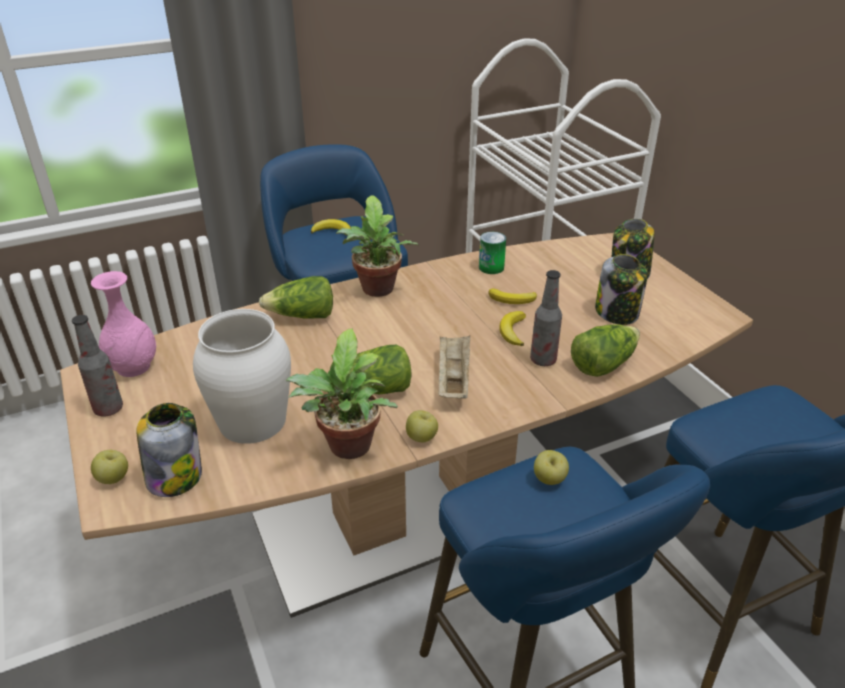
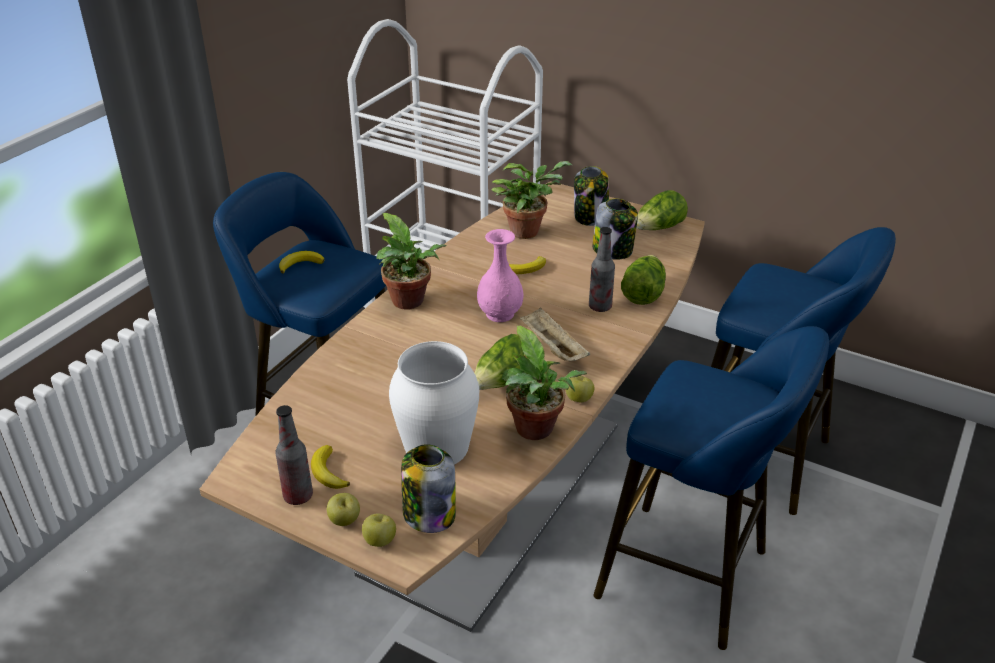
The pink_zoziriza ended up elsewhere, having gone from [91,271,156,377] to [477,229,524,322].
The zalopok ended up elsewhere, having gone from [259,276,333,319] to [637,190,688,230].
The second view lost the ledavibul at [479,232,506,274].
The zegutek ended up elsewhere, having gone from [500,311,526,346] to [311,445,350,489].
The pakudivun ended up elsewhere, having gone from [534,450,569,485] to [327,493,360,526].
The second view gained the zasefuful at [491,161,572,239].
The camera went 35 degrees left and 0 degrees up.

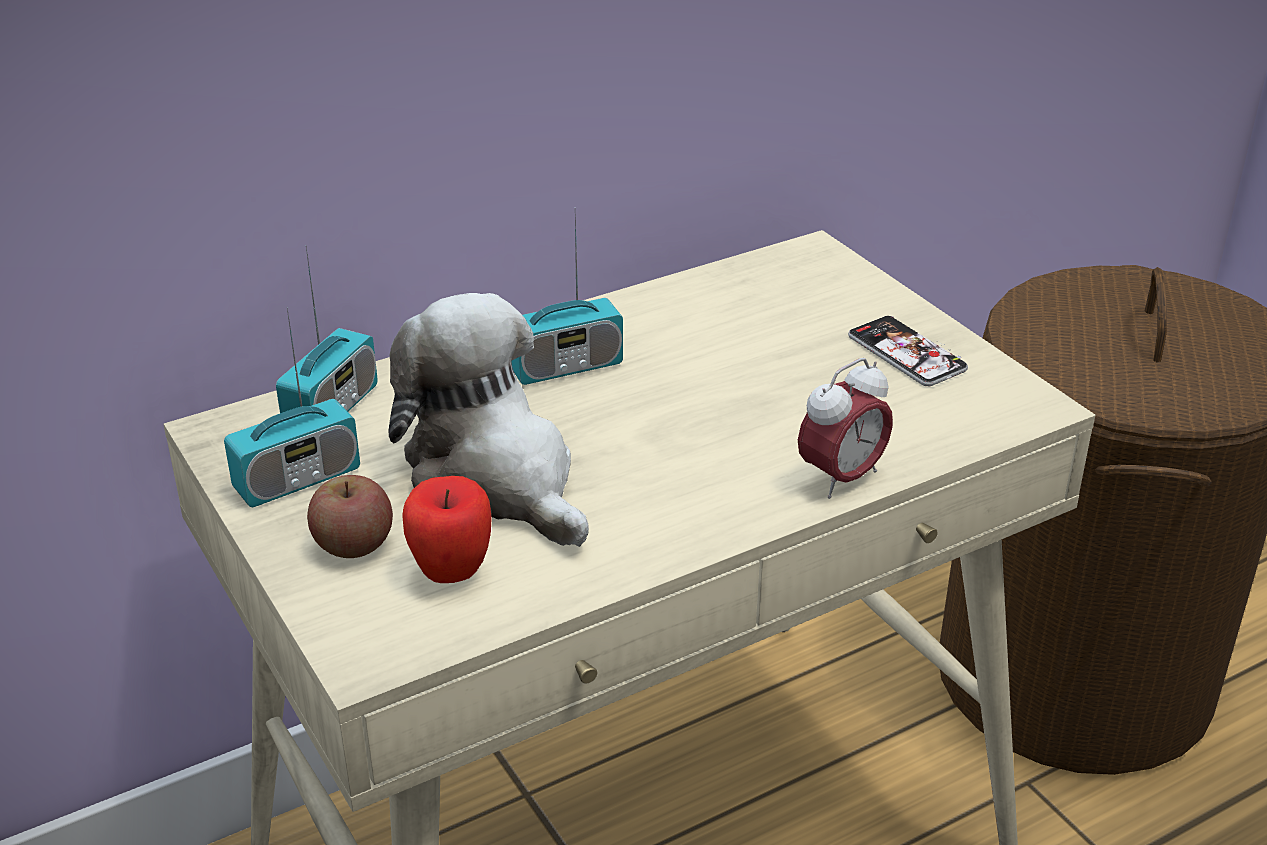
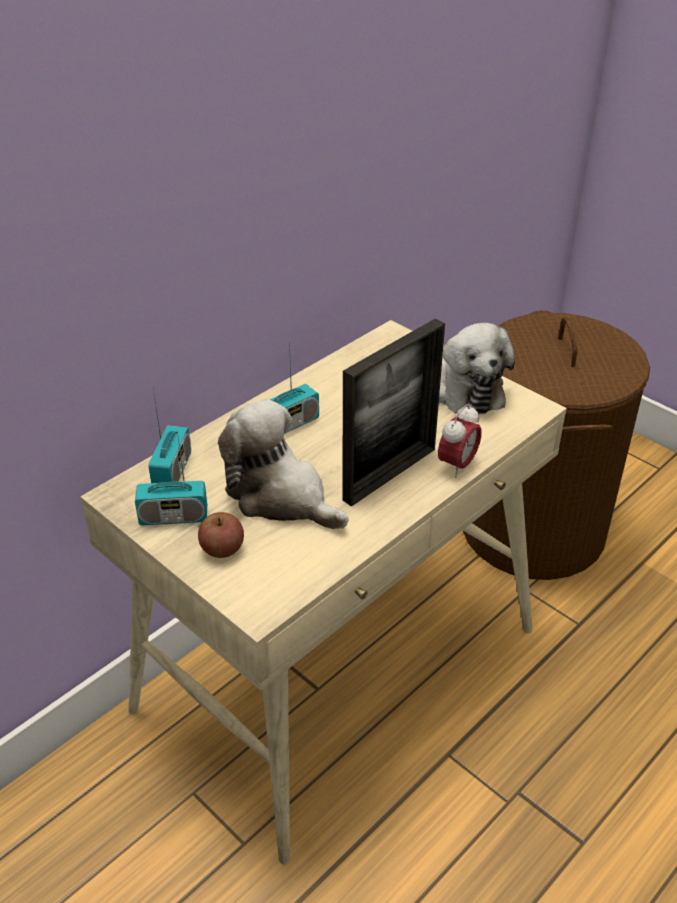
The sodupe at [224,307,360,507] ended up facing another way, 45 degrees clockwise from before.
The second view lost the pakudivun at [402,476,492,583].
Where the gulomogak stood at [848,316,968,386], the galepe came to stand at [439,323,515,414].
The second view gained the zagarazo at [342,318,445,506].
The camera went 15 degrees left and 5 degrees up.

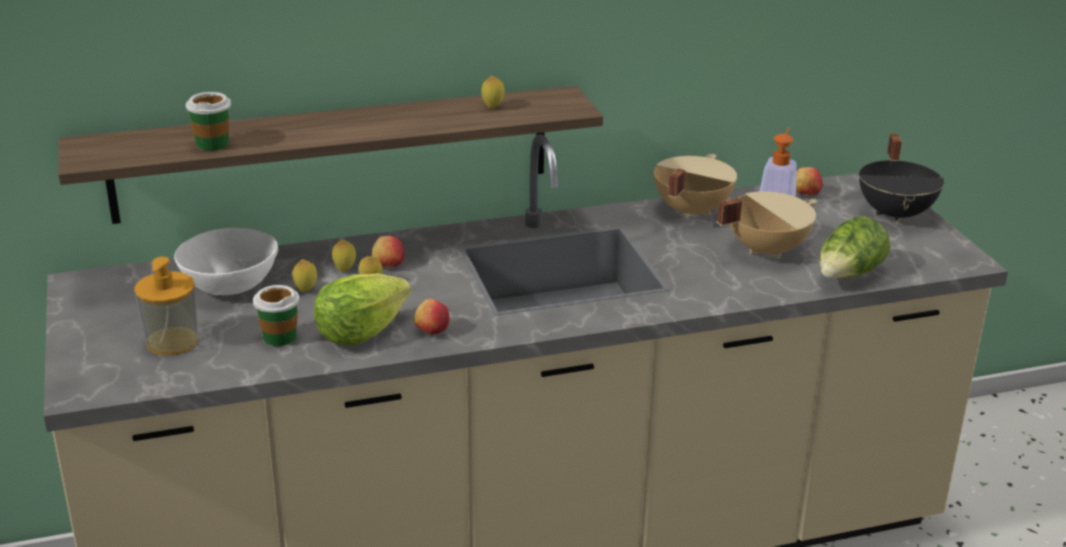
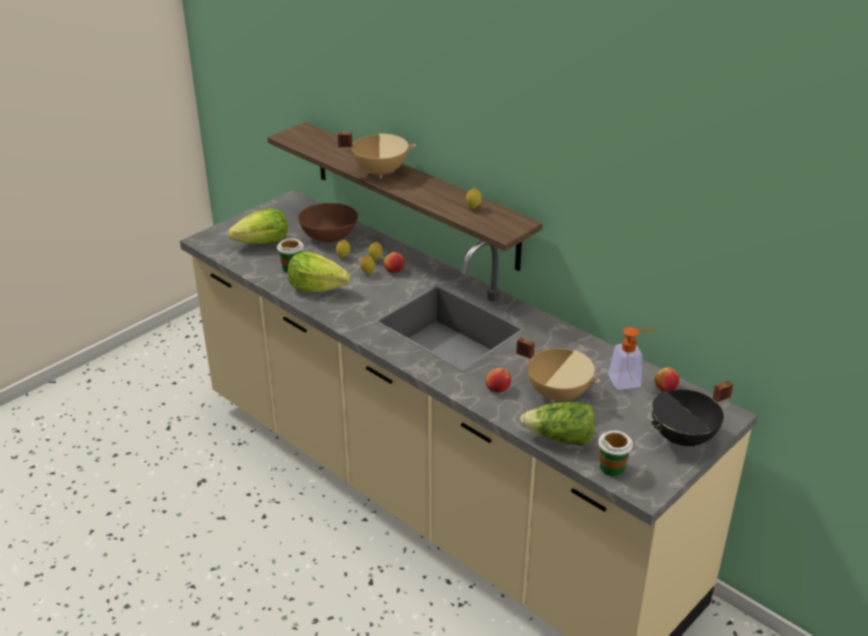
Where the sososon stood at [134,257,198,355], the zalopok came to stand at [228,208,288,244].
What was the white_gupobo at [174,228,278,295] turned into the brown_gupobo at [298,203,358,242].
The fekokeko ended up elsewhere, having gone from [186,92,231,151] to [598,431,633,476].
The pakudivun ended up elsewhere, having gone from [414,299,449,334] to [486,368,511,392].
The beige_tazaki ended up elsewhere, having gone from [654,154,737,219] to [338,132,416,178].
The camera went 60 degrees right and 5 degrees up.

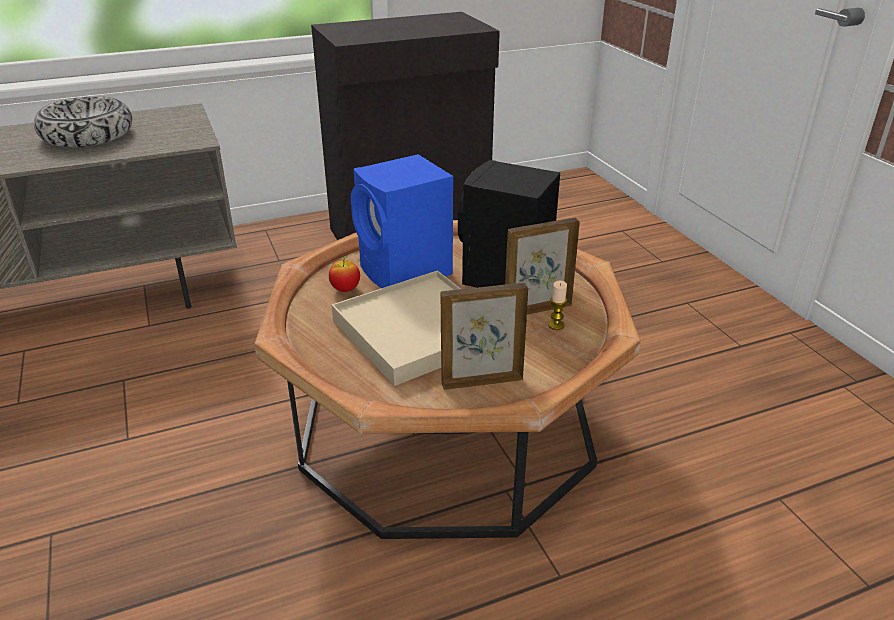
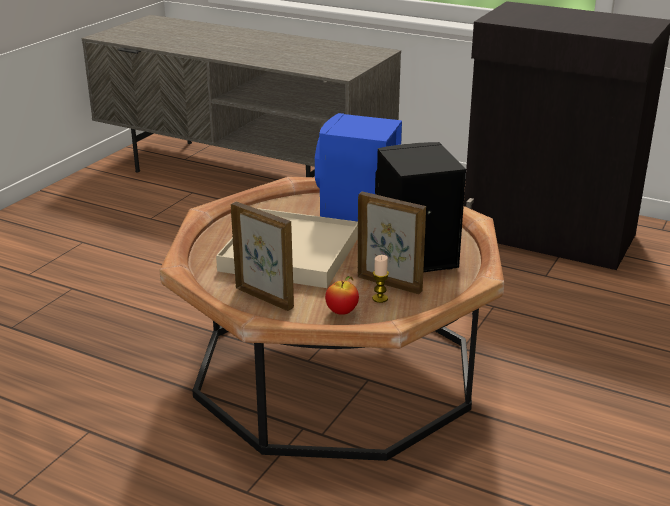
The second view lost the gupobo at [34,96,132,147].
The pakudivun ended up elsewhere, having gone from [329,255,360,292] to [325,276,359,315].
The camera went 50 degrees right and 5 degrees down.

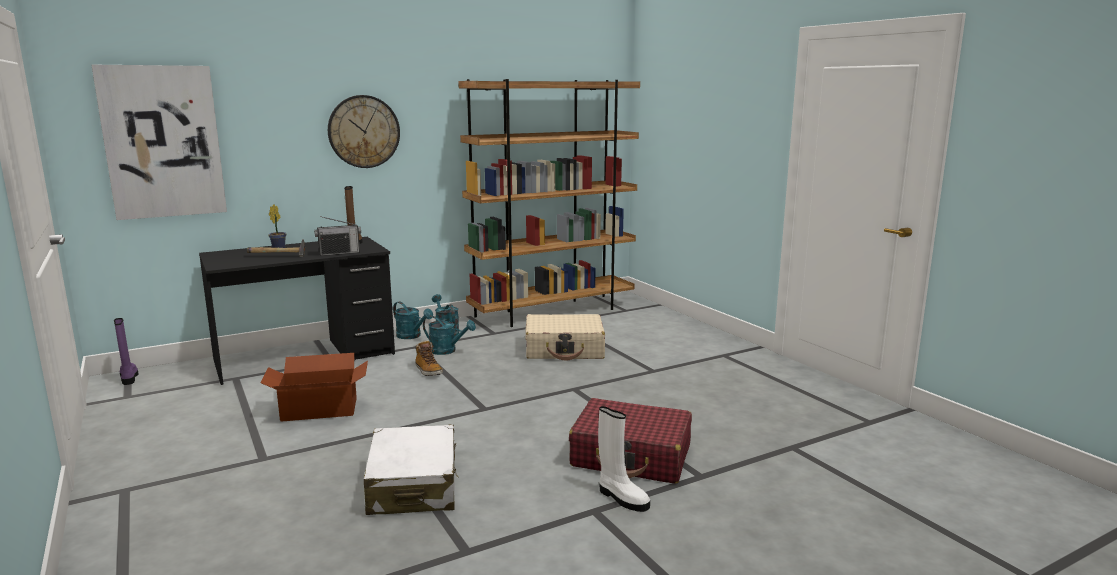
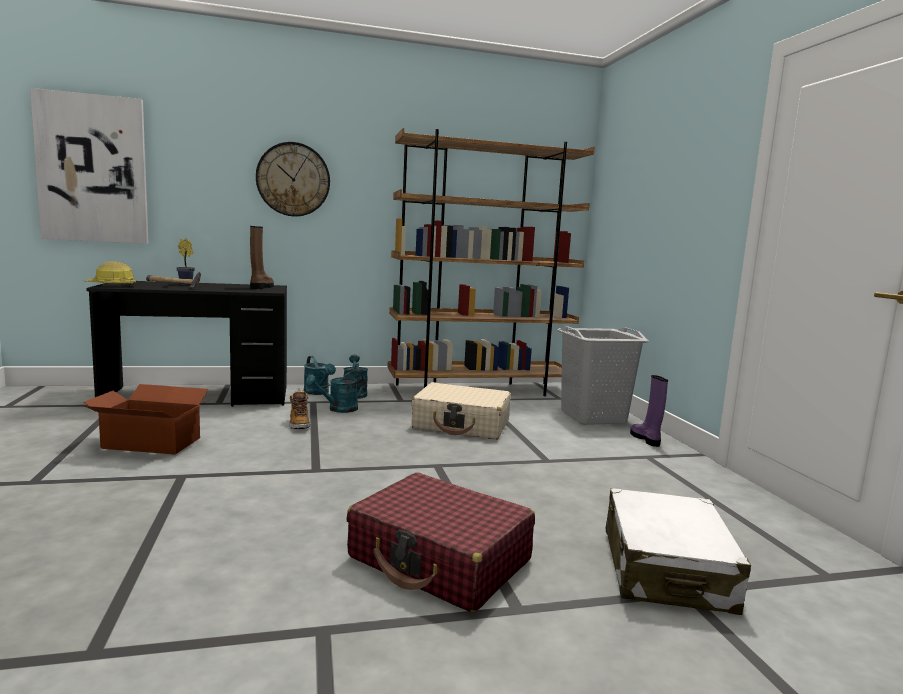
The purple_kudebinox ended up elsewhere, having gone from [114,318,139,385] to [630,375,668,447].
The second view lost the sodupe at [314,216,361,256].
The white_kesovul ended up elsewhere, having gone from [364,424,458,515] to [605,488,751,615].
The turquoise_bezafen at [423,316,476,355] ended up facing another way, 105 degrees clockwise from before.
The second view lost the white_kudebinox at [598,406,650,512].
The second view gained the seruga at [84,261,136,287].
The second view gained the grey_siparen at [557,326,649,425].
The camera went 15 degrees right and 5 degrees down.

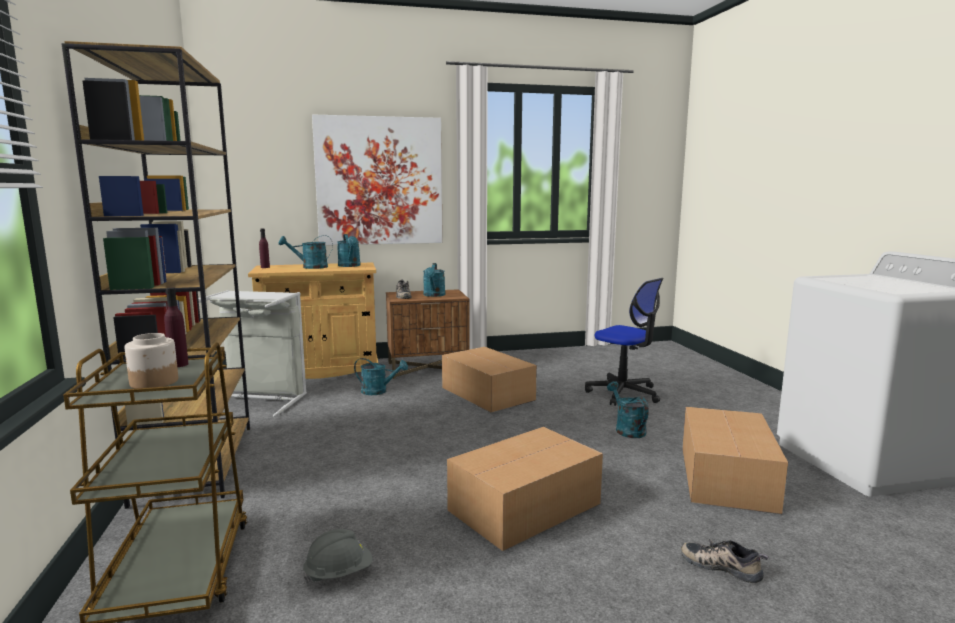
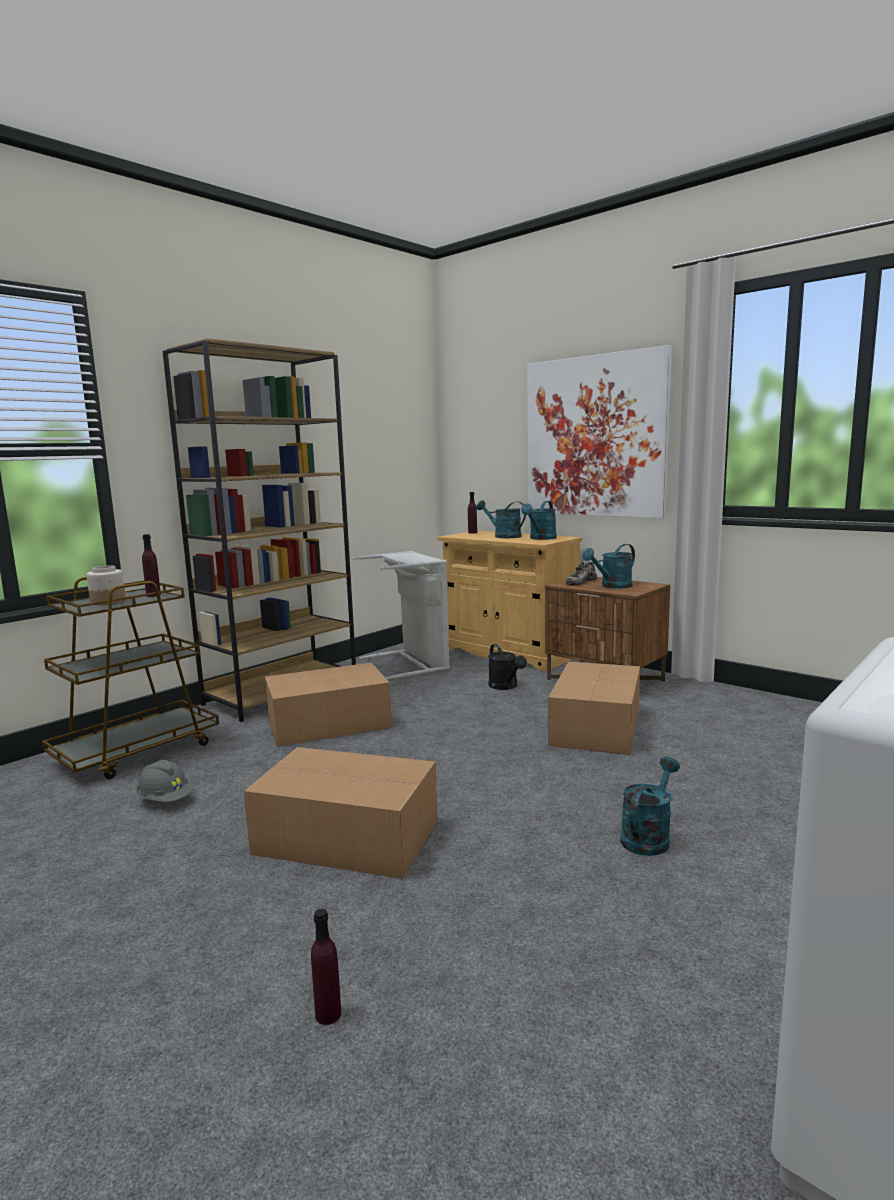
What was the turquoise_bezafen at [354,358,408,395] turned into the black_bezafen at [488,644,527,690].
The second view lost the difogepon at [585,278,663,406].
Where the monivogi stood at [681,539,769,584], the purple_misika came to stand at [311,909,341,1025].
The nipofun ended up elsewhere, having gone from [682,407,788,514] to [265,663,392,747].
The camera went 55 degrees right and 0 degrees up.

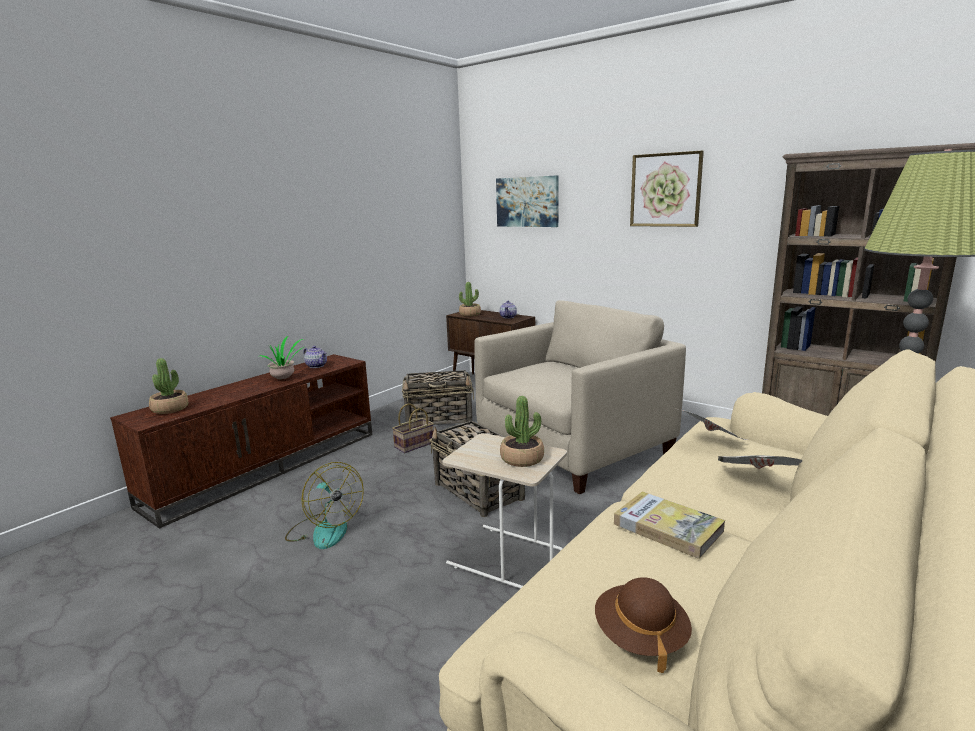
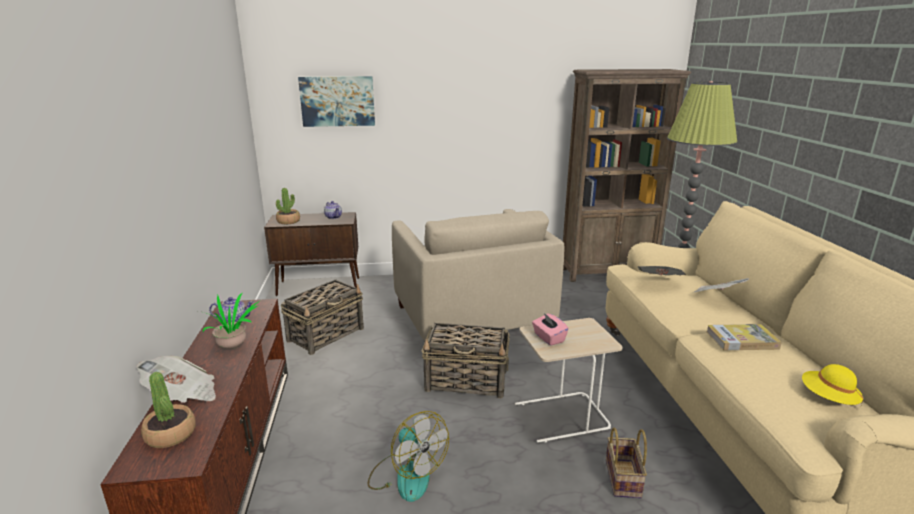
The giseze at [285,462,364,549] ended up facing another way, 45 degrees clockwise from before.
The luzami ended up elsewhere, having gone from [392,403,434,453] to [606,428,647,498].
The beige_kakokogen at [474,300,686,494] ended up facing another way, 150 degrees clockwise from before.
The second view lost the zasefuful at [500,396,544,467].
What was the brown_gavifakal at [595,577,692,673] turned into the yellow_gavifakal at [802,364,863,405].
The second view lost the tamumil at [630,151,704,227].
The second view gained the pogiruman at [136,356,216,403].
The second view gained the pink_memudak at [532,313,568,346].
The camera went 45 degrees left and 5 degrees up.

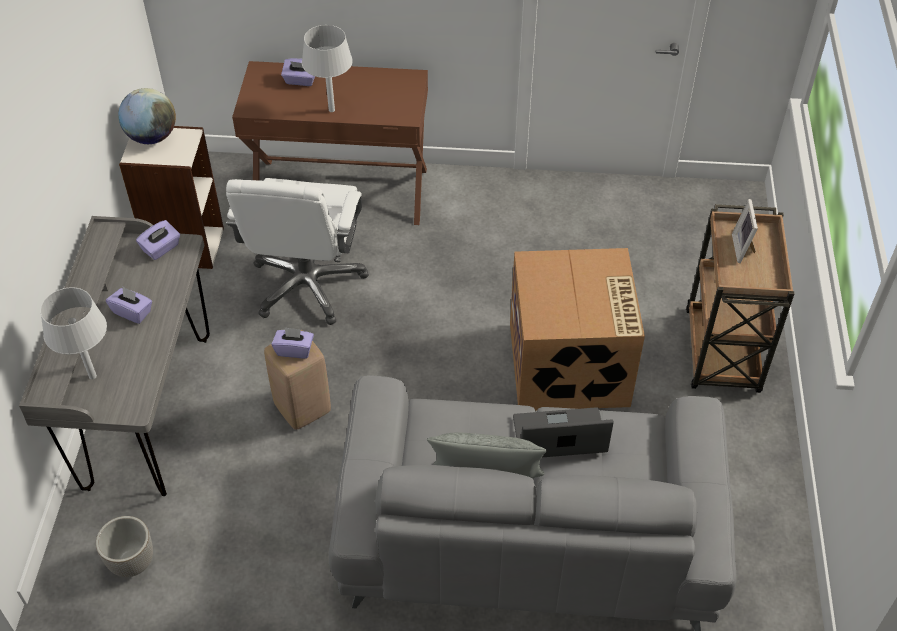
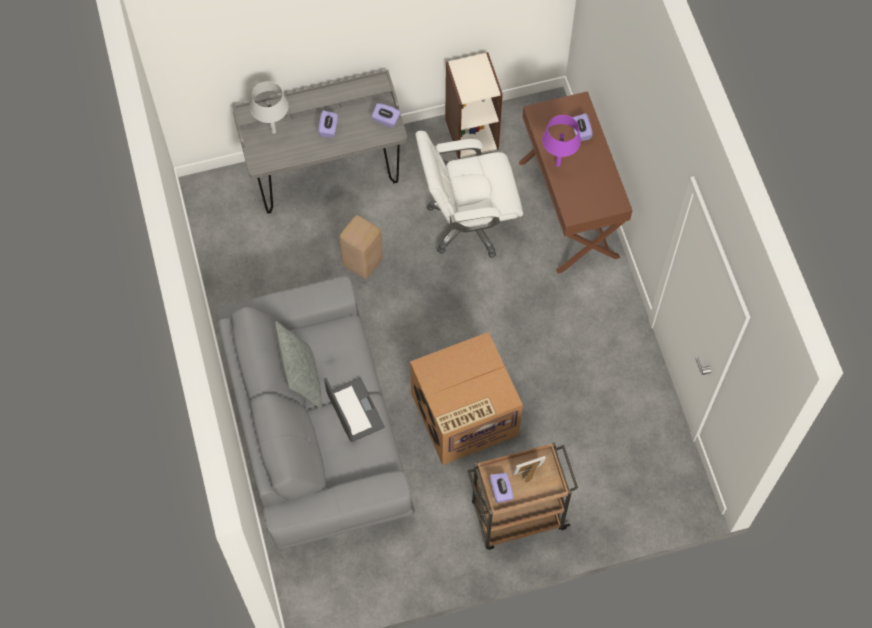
The second view lost the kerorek at [96,516,153,577].
The second view lost the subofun at [118,88,176,144].
The purple_memudak ended up elsewhere, having gone from [272,327,314,358] to [490,473,513,503].
What was the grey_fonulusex at [302,25,353,112] turned into the purple_fonulusex at [542,115,581,167].
The camera went 70 degrees right and 15 degrees up.

